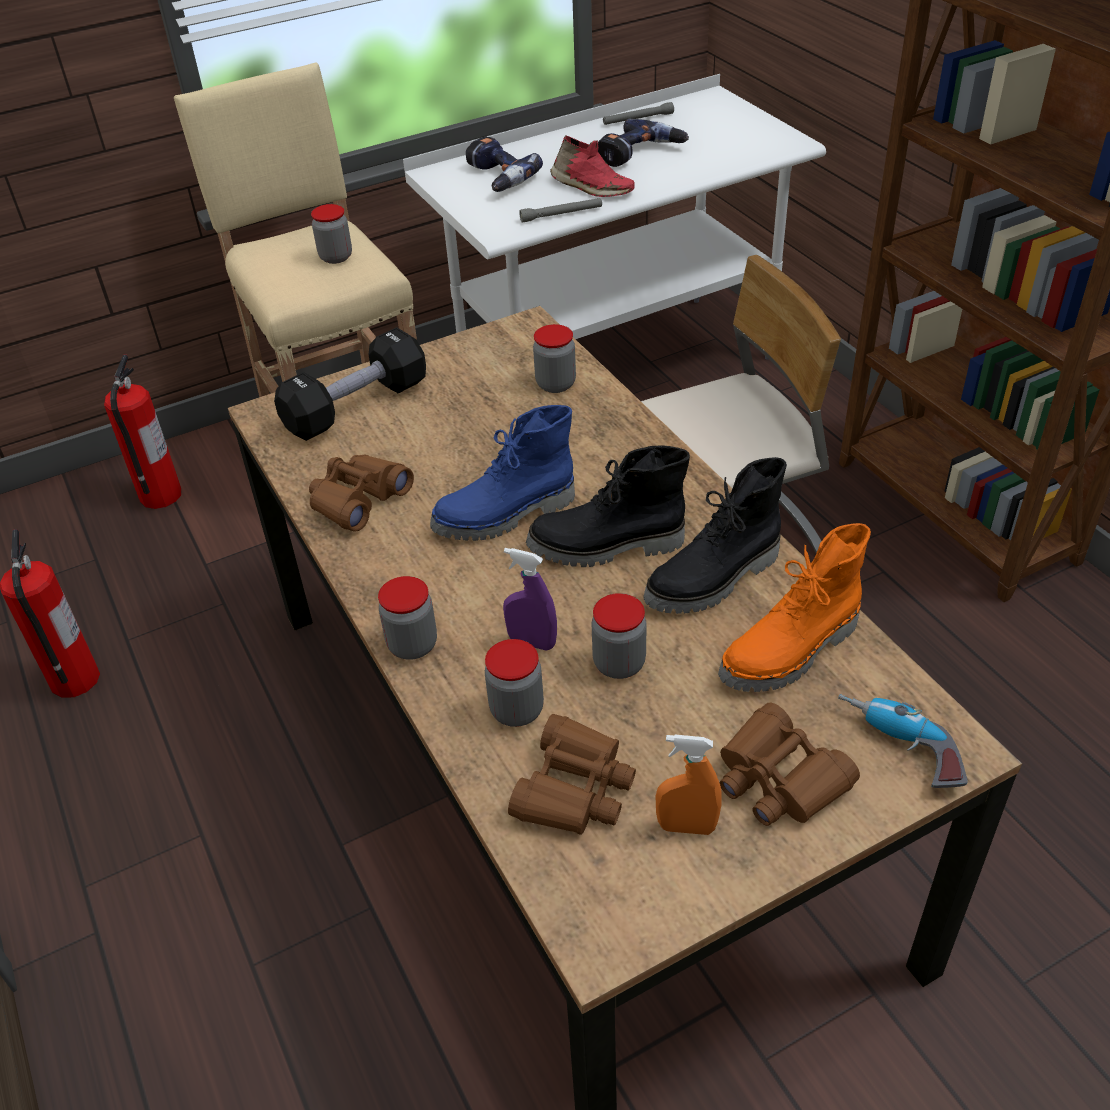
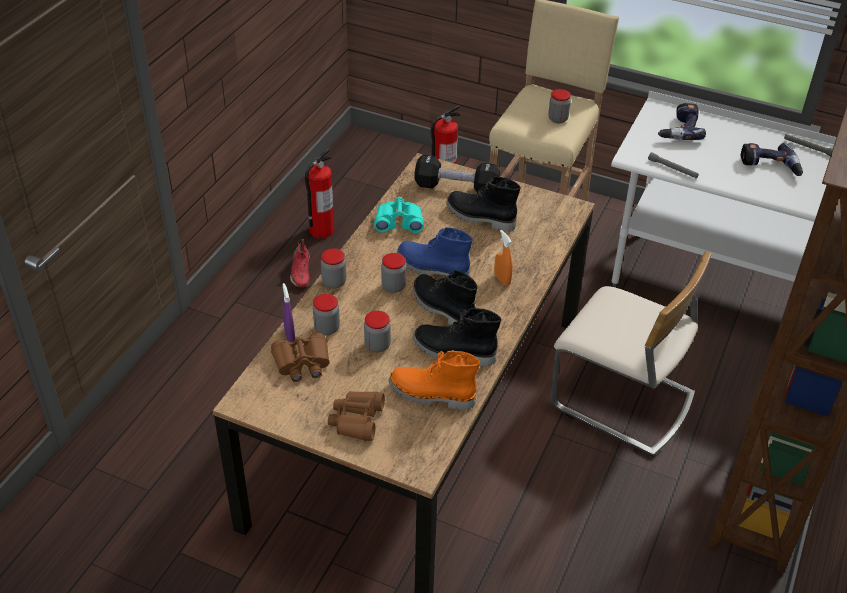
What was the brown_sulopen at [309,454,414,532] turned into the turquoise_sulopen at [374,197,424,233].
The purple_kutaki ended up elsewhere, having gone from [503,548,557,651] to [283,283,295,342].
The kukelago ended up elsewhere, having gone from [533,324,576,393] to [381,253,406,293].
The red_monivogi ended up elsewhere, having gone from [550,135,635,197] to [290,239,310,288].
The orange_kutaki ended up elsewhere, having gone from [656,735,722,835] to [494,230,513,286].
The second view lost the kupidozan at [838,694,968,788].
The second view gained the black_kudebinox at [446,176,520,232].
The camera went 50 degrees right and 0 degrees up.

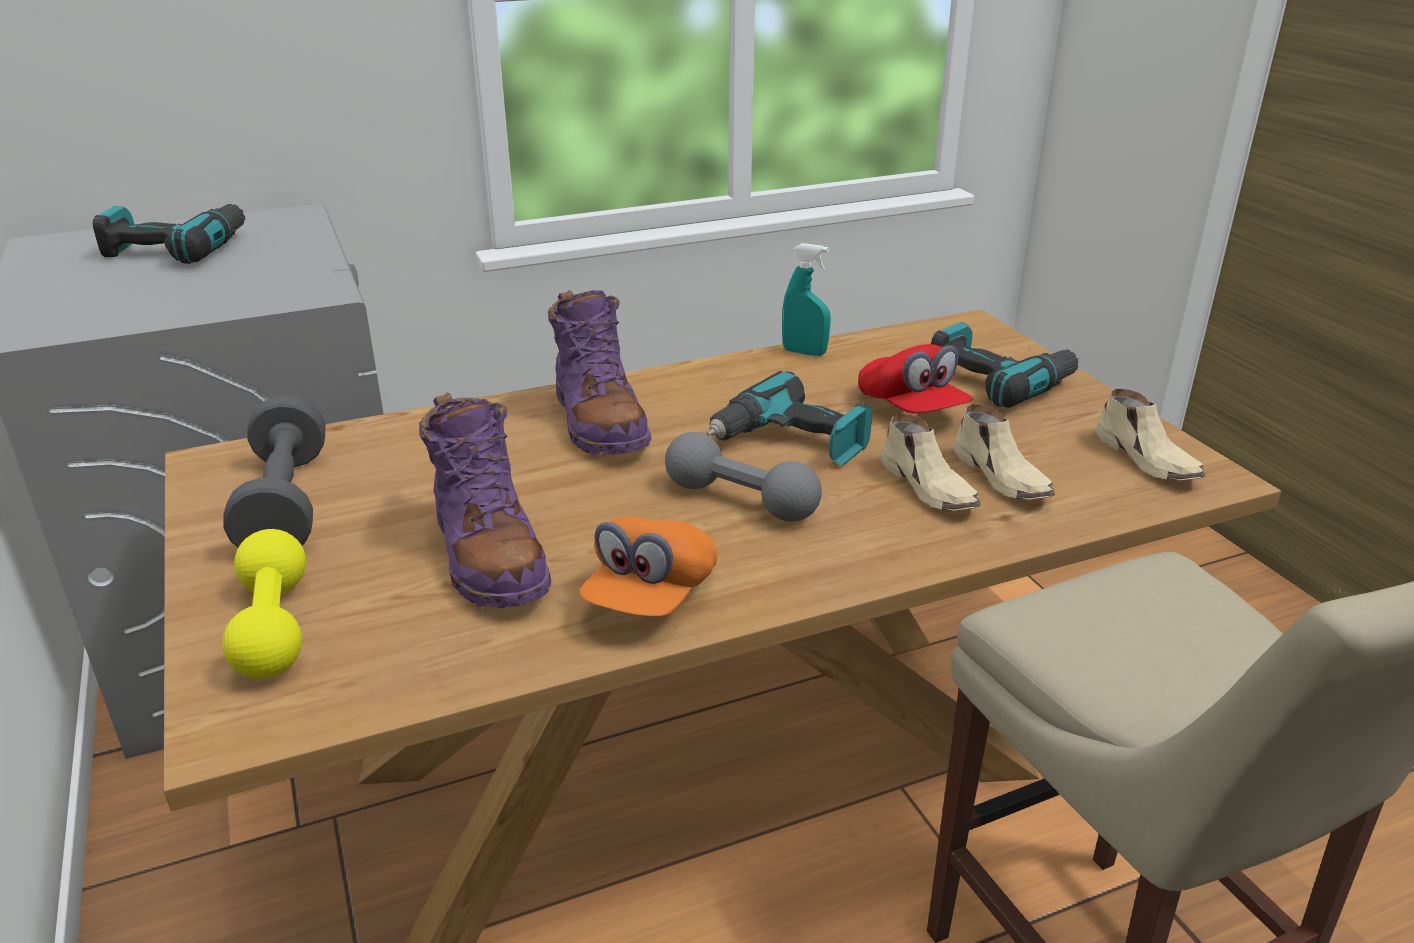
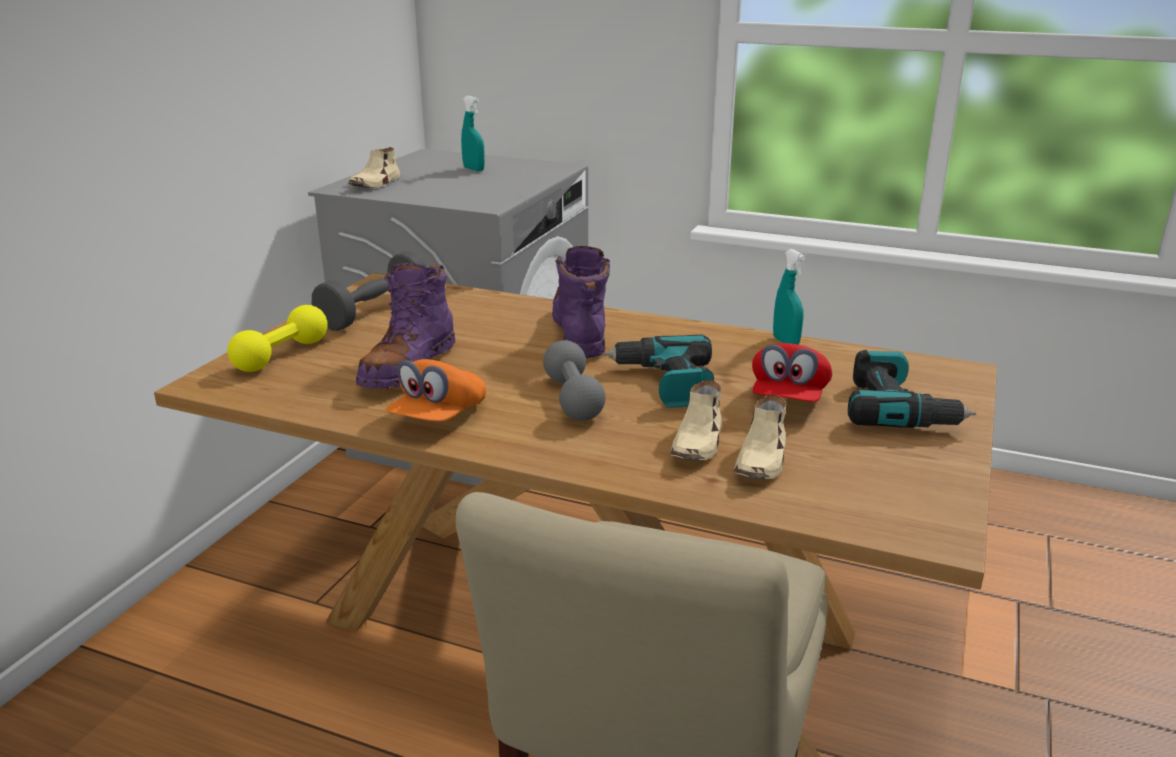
Where the kupidozan stood at [93,204,245,264], the turquoise_kutaki came to stand at [461,96,485,171].
The purple_kudebinox at [548,290,651,455] ended up facing another way, 150 degrees clockwise from before.
The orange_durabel at [579,517,717,617] ended up facing another way, 45 degrees counterclockwise from before.
The beige_monivogi ended up elsewhere, having gone from [1095,389,1205,481] to [348,147,401,188].
The camera went 45 degrees right and 5 degrees down.

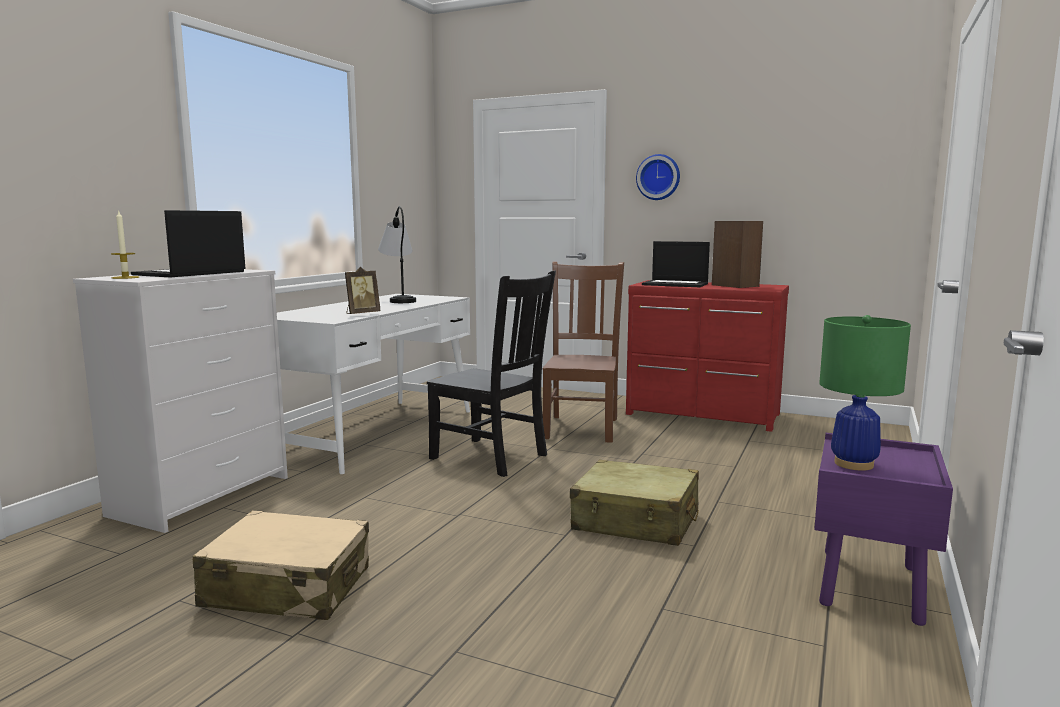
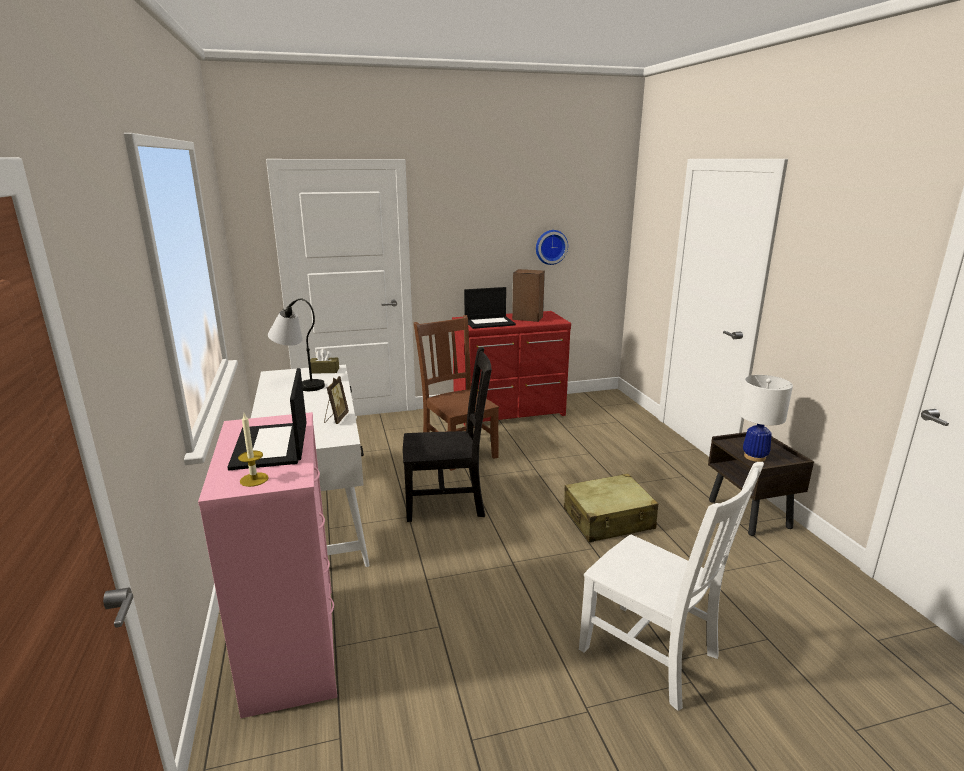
What was the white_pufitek at [73,269,288,533] turned into the pink_pufitek at [198,412,337,718].
The second view lost the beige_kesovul at [193,510,369,620].
The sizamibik ended up elsewhere, having gone from [636,154,680,200] to [536,230,568,265].
What was the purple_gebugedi at [814,433,953,626] turned into the brown_gebugedi at [708,432,814,536].
What was the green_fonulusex at [819,315,911,471] turned into the white_fonulusex at [739,375,793,462].
The second view gained the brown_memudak at [310,349,339,374].
The second view gained the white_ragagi at [579,462,764,711].
The camera went 40 degrees left and 10 degrees up.

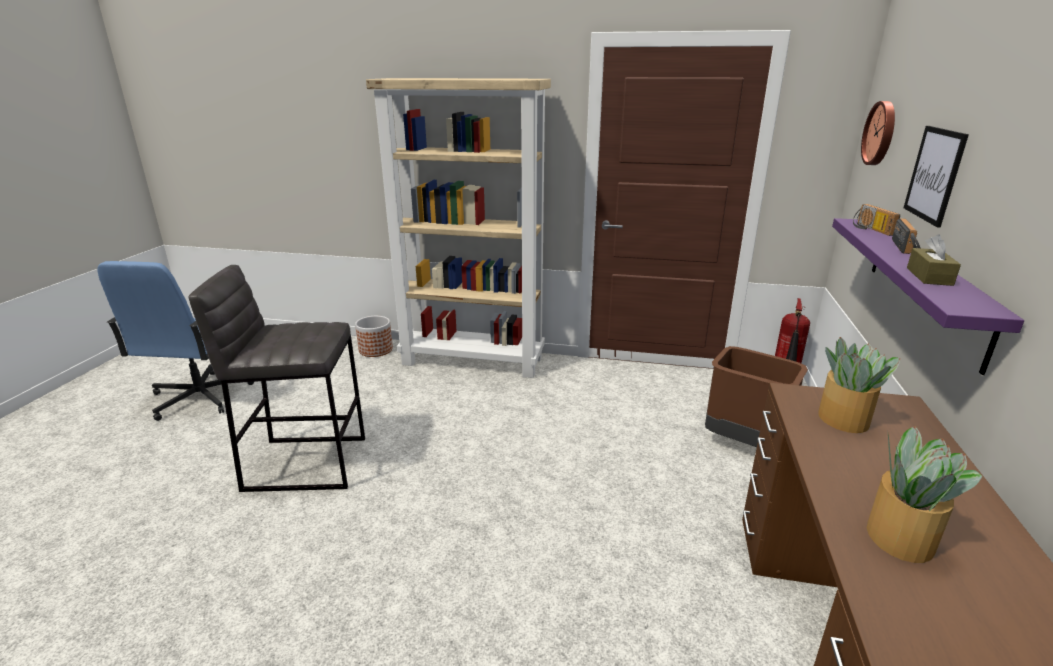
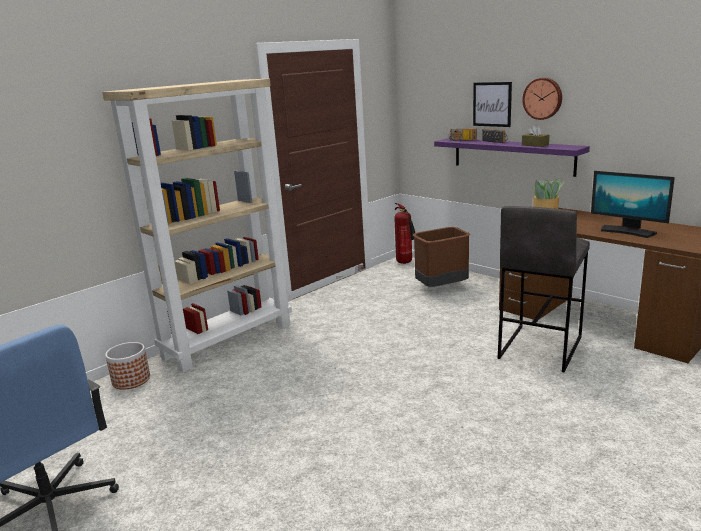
The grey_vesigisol ended up elsewhere, having gone from [188,265,365,492] to [497,206,590,372].
The sizamibik ended up elsewhere, having gone from [861,101,895,165] to [522,78,562,120].
Where the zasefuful stood at [867,426,982,563], the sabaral came to stand at [591,171,675,238].
The camera went 55 degrees left and 5 degrees down.

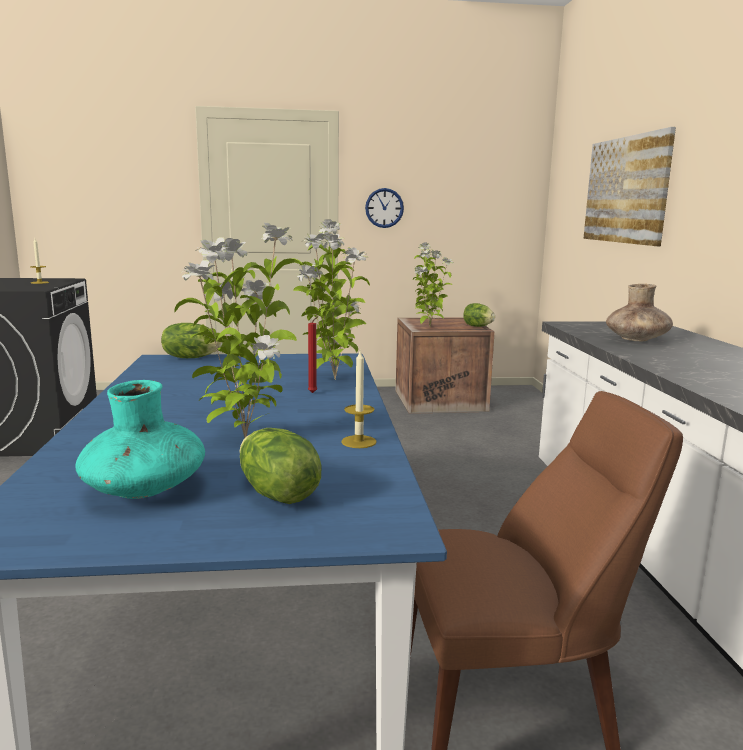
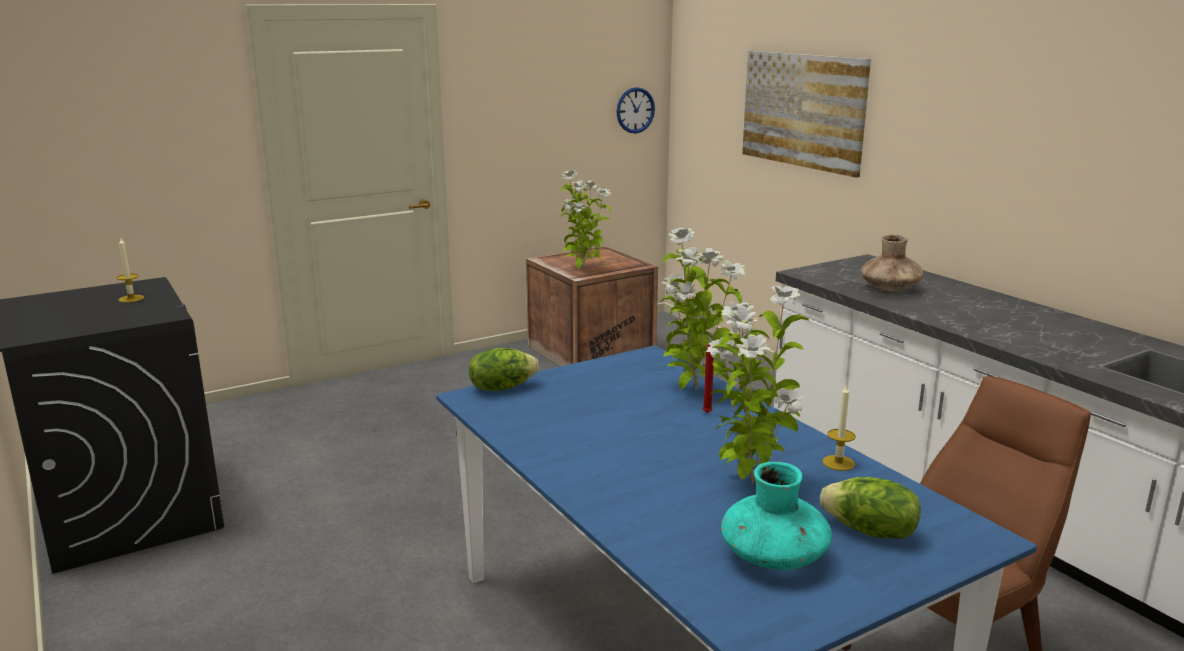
The sizamibik ended up elsewhere, having gone from [365,188,404,228] to [616,87,655,133].
The second view lost the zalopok at [463,303,495,327].
The camera went 25 degrees left and 5 degrees up.

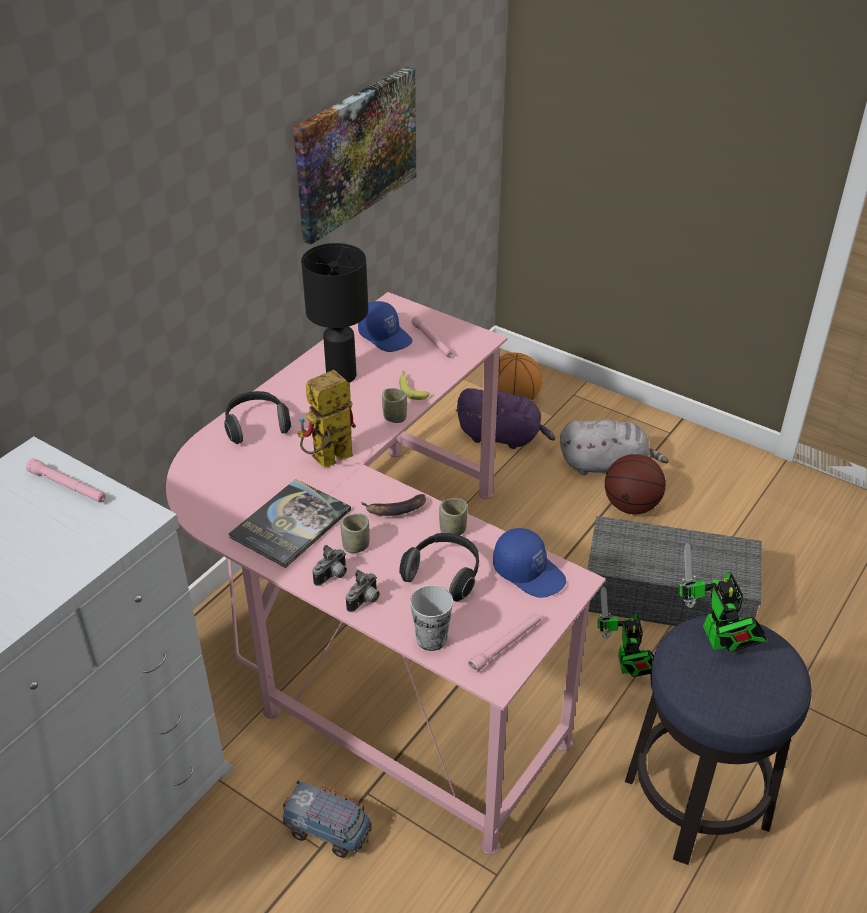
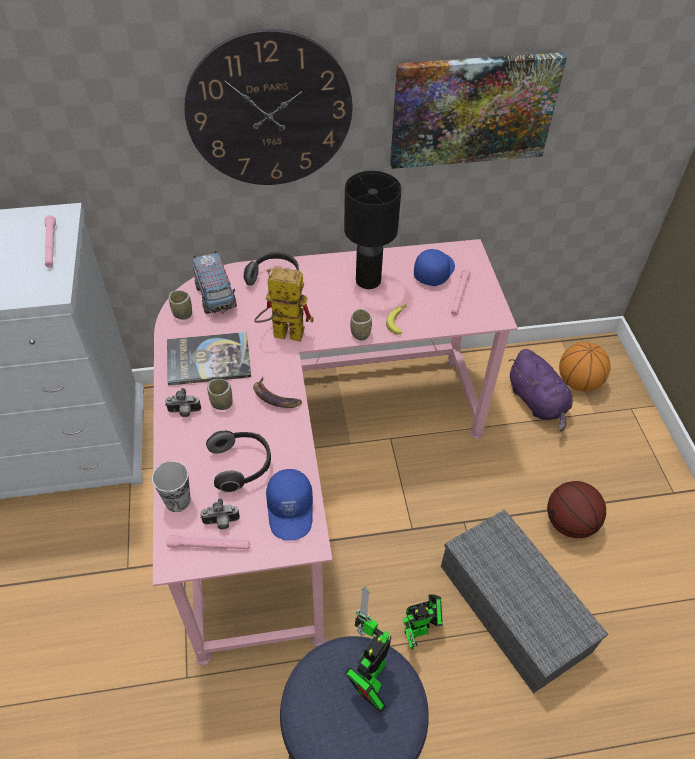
The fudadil ended up elsewhere, having gone from [283,781,372,858] to [193,251,237,314].
The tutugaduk ended up elsewhere, having gone from [346,570,380,612] to [200,498,240,530].
The blue_durabel at [358,301,413,352] ended up facing another way, 150 degrees counterclockwise from before.
The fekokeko ended up elsewhere, having gone from [439,498,467,535] to [169,290,192,319].
The second view lost the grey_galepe at [560,419,668,476].
The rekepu at [597,586,654,677] ended up facing another way, 150 degrees counterclockwise from before.
The second view gained the sizamibik at [184,29,352,185].
The camera went 45 degrees right and 10 degrees up.

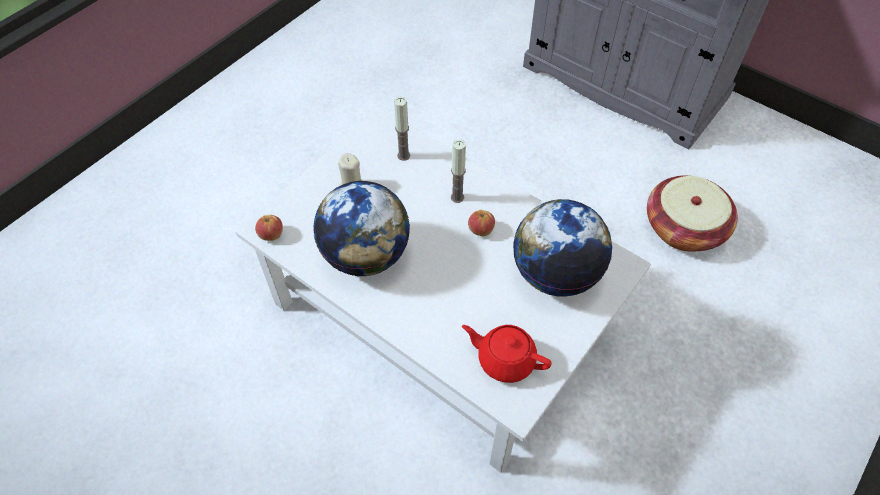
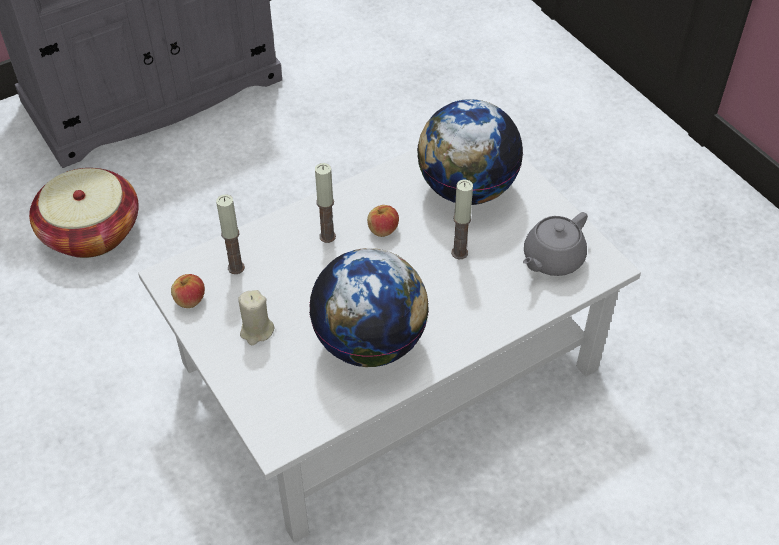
The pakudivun ended up elsewhere, having gone from [255,215,283,241] to [171,274,205,308].
What was the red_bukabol at [462,325,552,383] turned into the grey_bukabol at [523,212,588,276].
The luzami ended up elsewhere, having gone from [647,175,738,251] to [29,168,139,258].
The second view gained the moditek at [451,180,473,259].
The camera went 70 degrees left and 5 degrees down.

